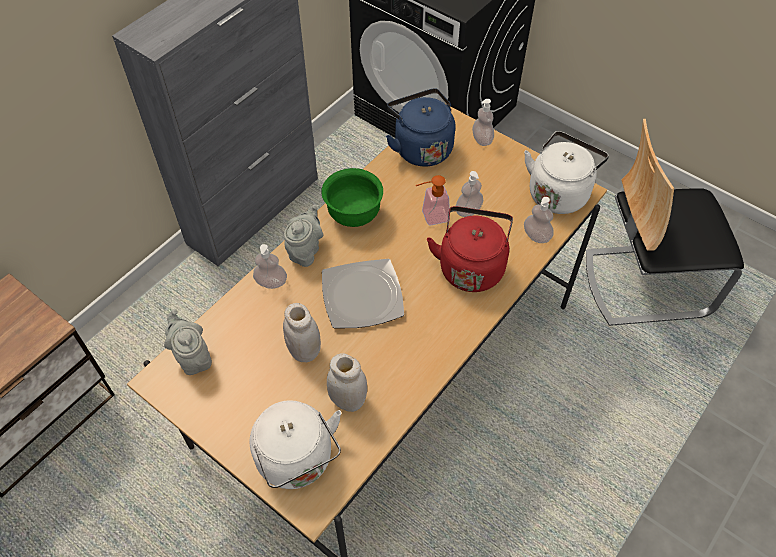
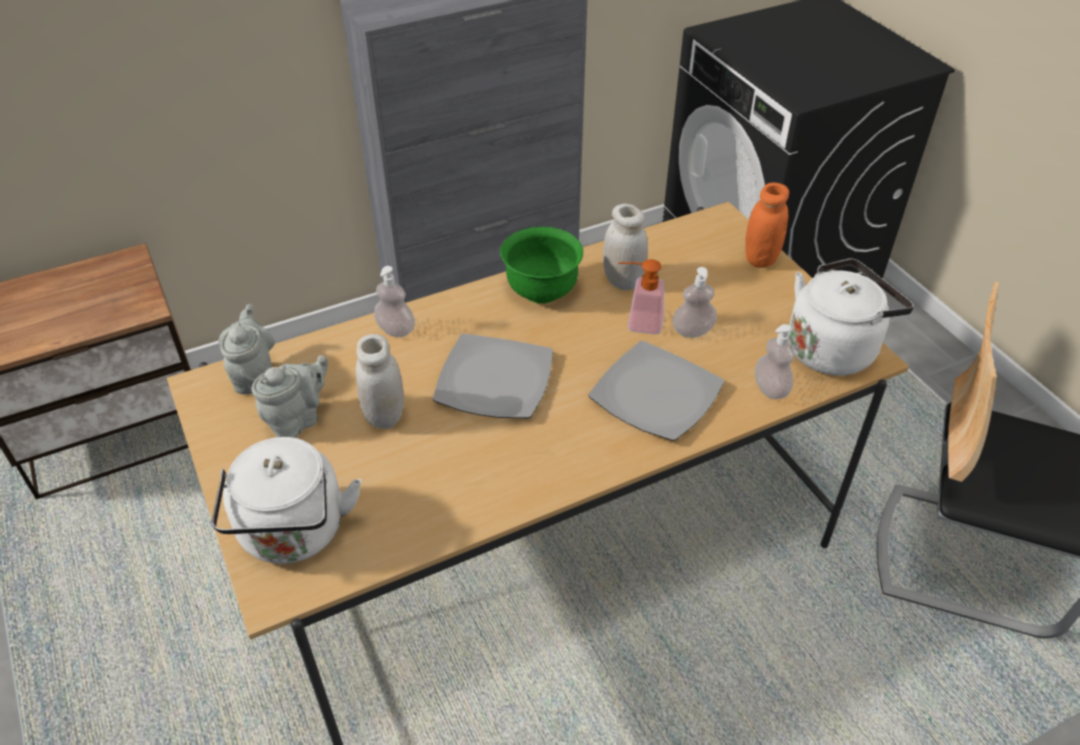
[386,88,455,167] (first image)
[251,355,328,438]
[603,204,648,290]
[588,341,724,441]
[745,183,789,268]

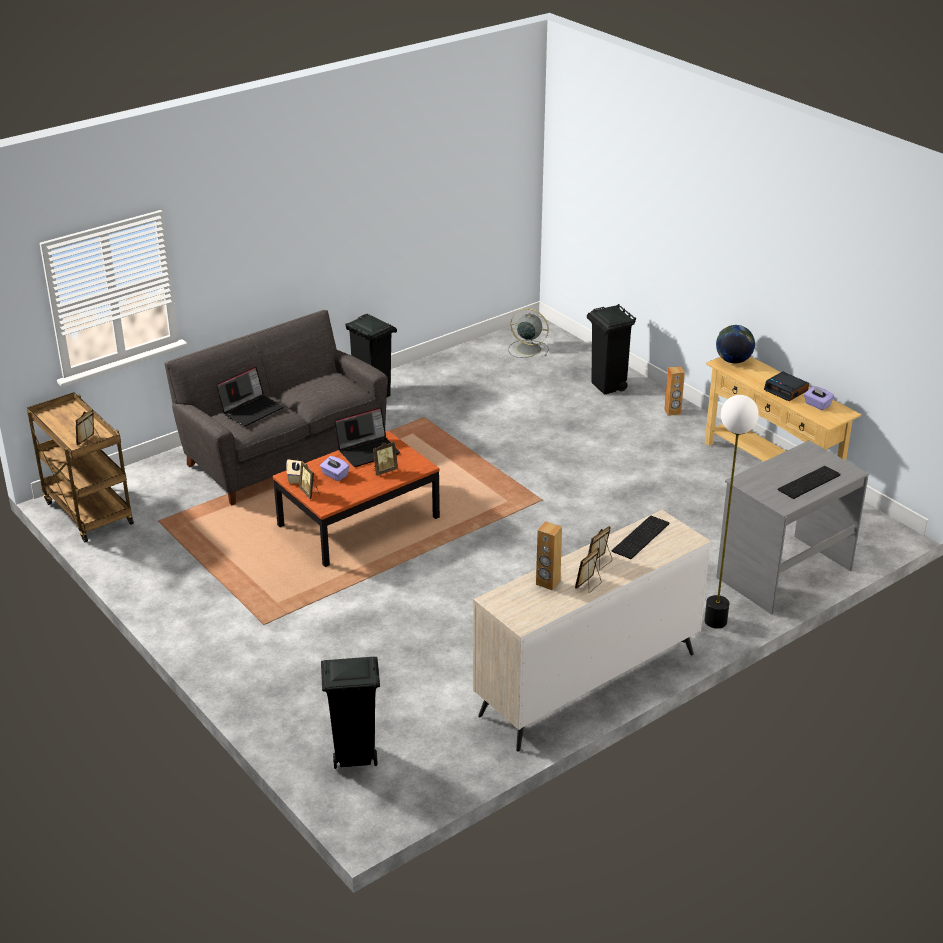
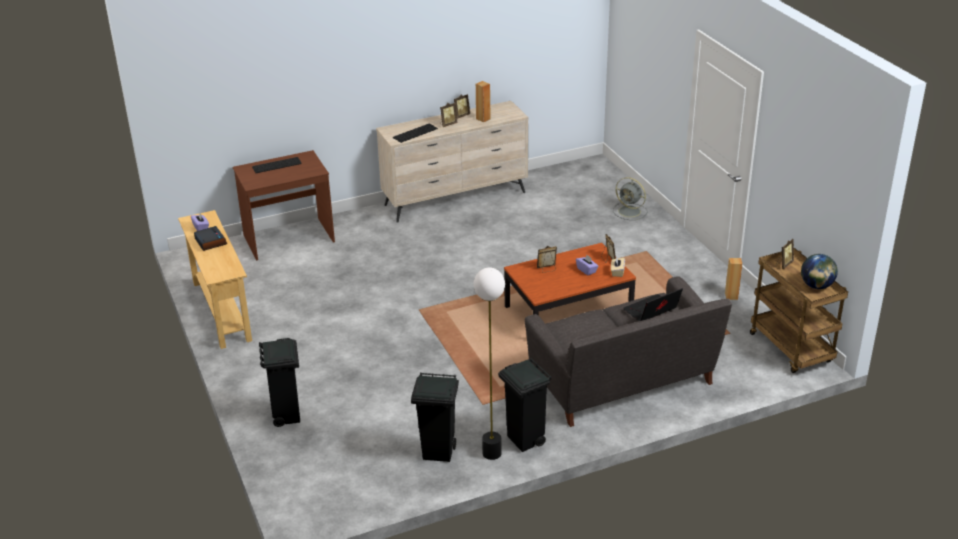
[334,407,400,467] (first image)
[411,372,459,462]
[613,177,647,220]
[725,258,742,300]
[474,268,505,460]
[801,254,838,289]
[233,150,335,260]

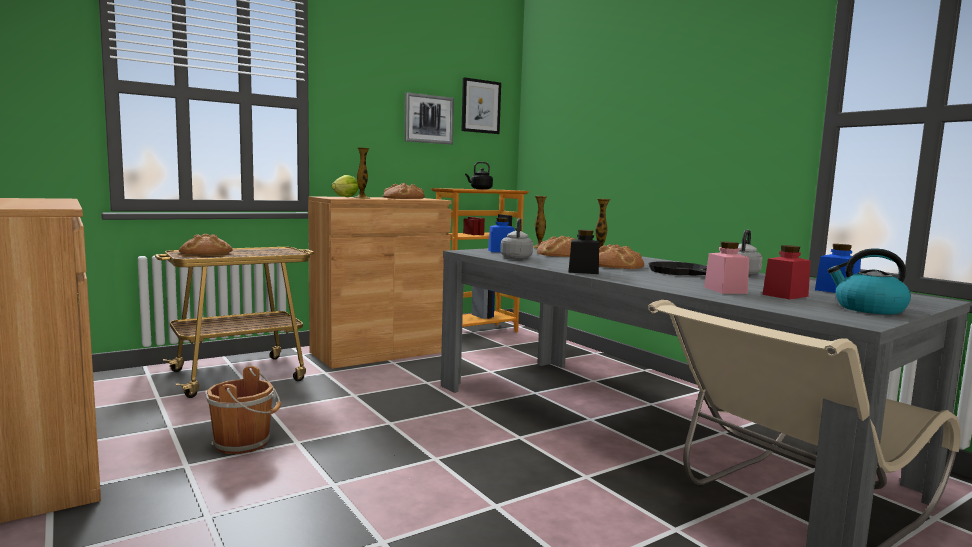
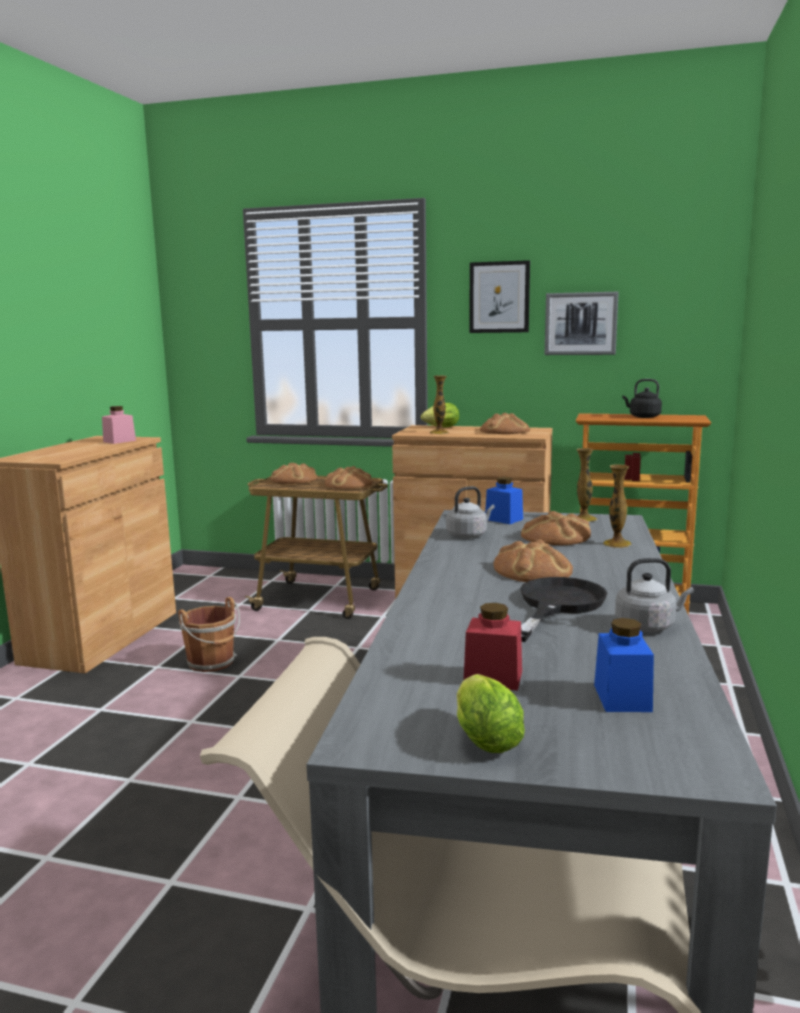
[568,230,599,274] (first image)
[325,466,373,489]
[469,260,530,333]
[102,406,136,444]
[457,674,525,753]

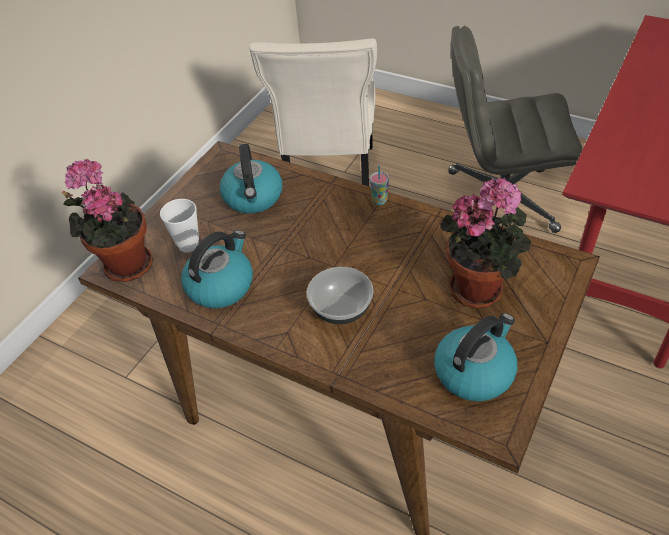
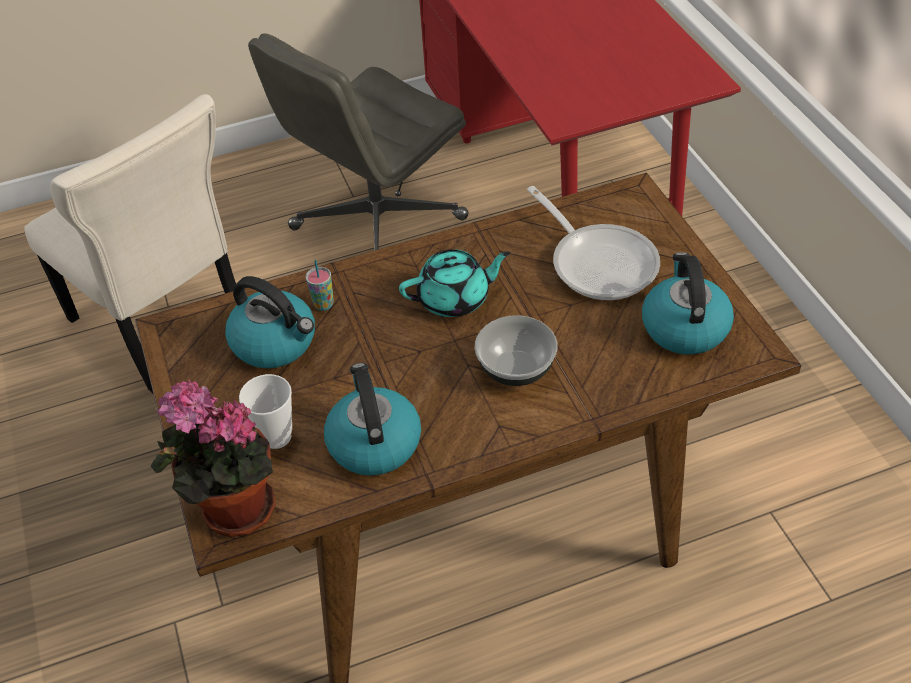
[399,249,510,317]
[306,260,334,311]
[527,186,660,300]

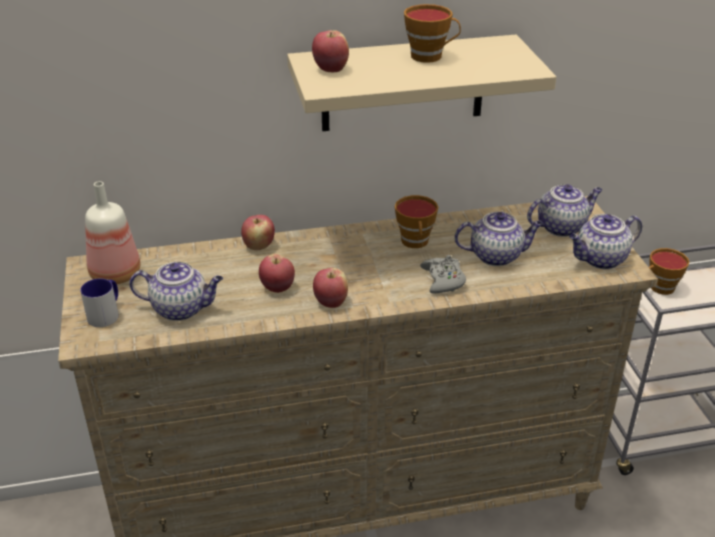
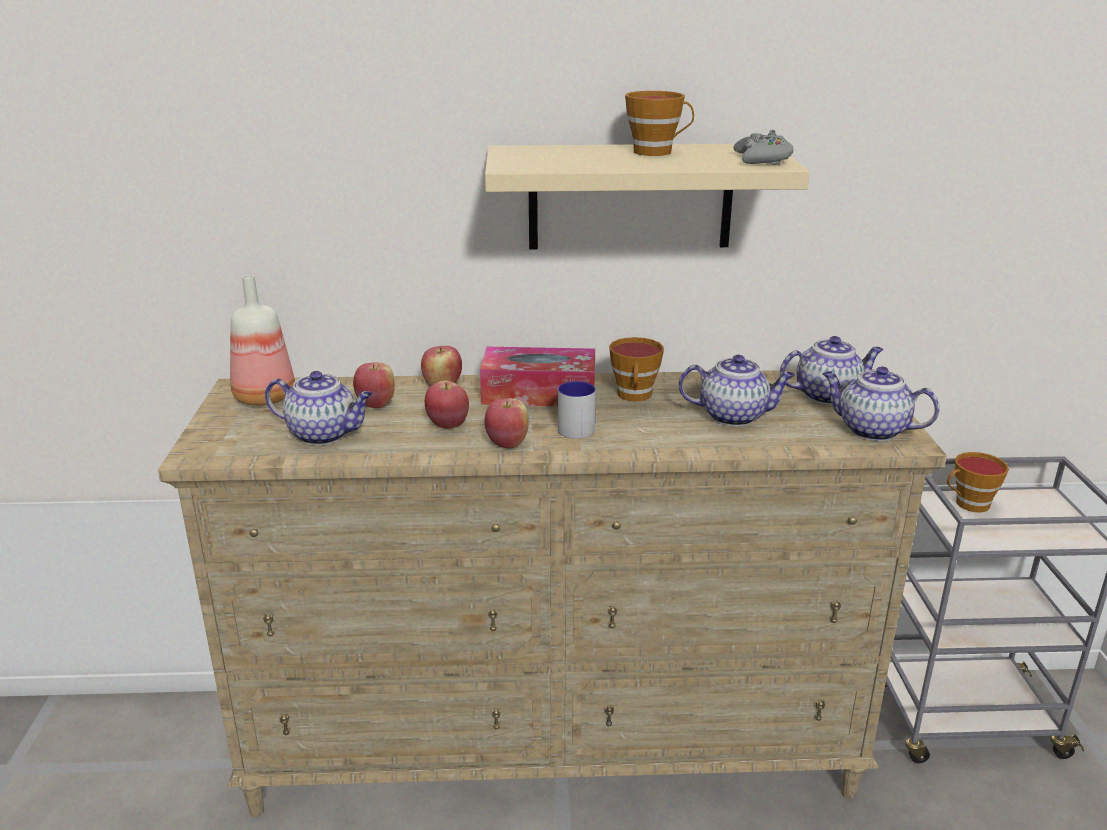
[480,347,595,406]
[558,381,596,439]
[353,362,395,408]
[733,130,794,165]
[823,367,940,441]

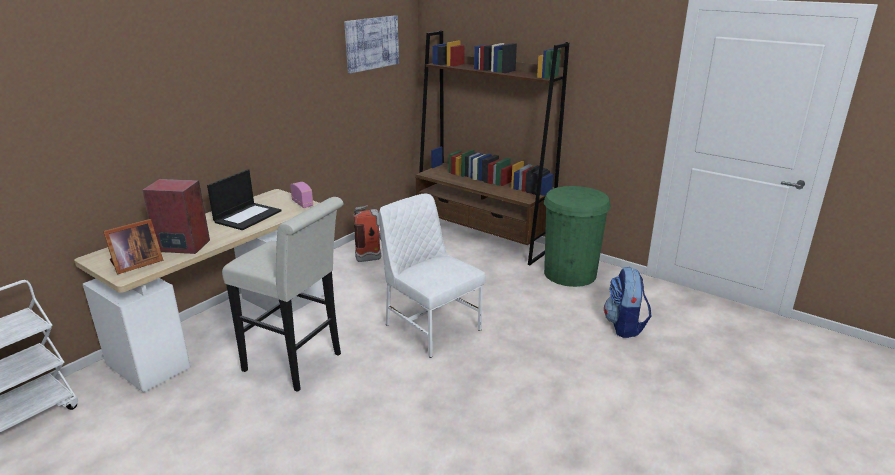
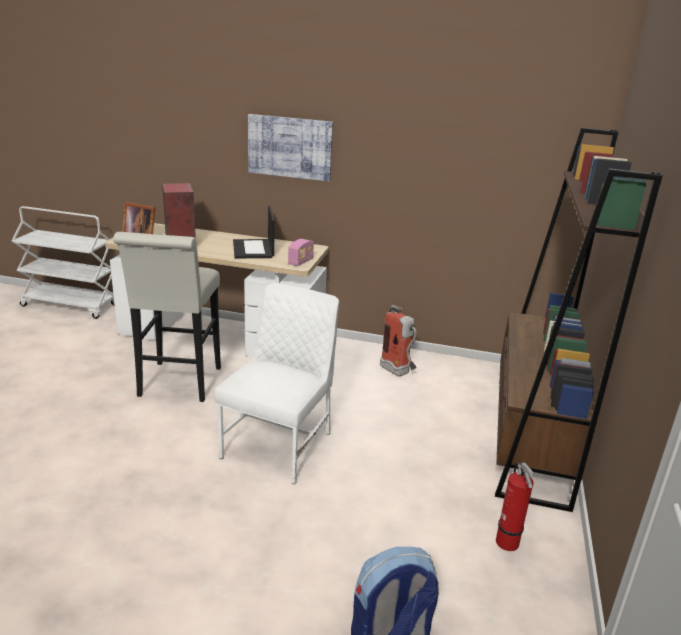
[248,114,333,181]
[496,462,534,551]
[233,206,275,258]

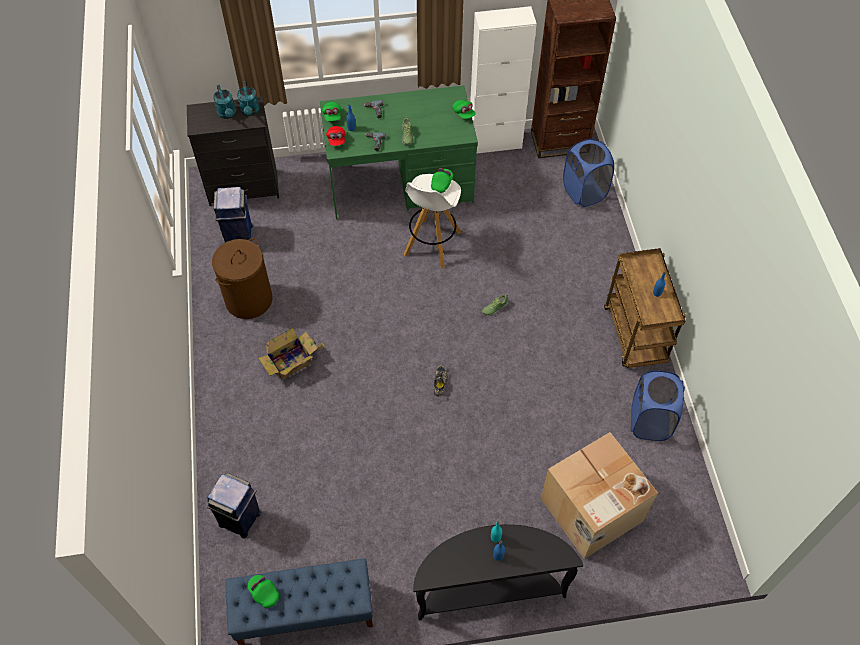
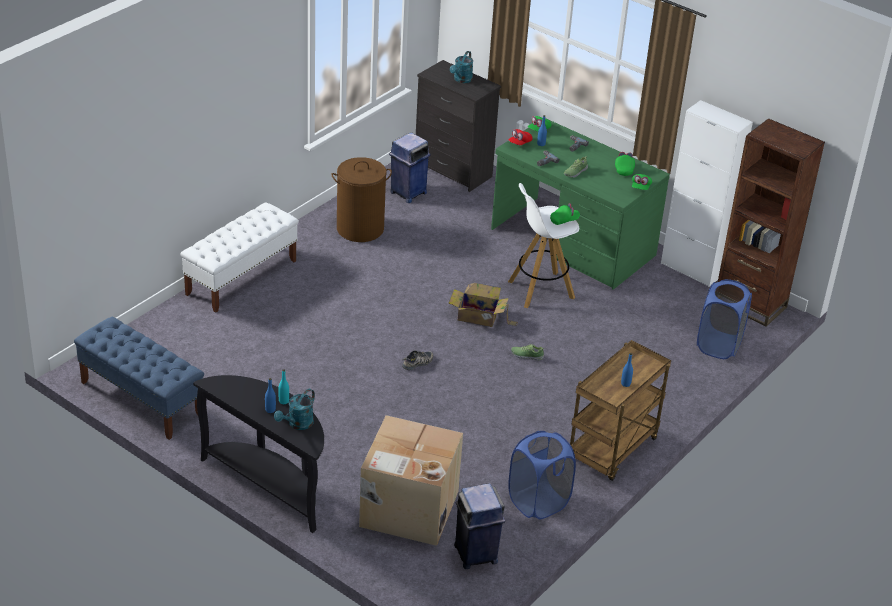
[180,202,299,313]
[454,483,505,569]
[274,389,315,430]
[615,152,635,176]
[448,283,518,327]

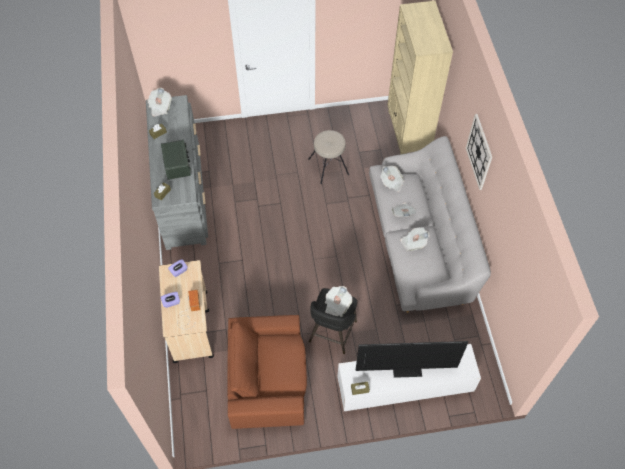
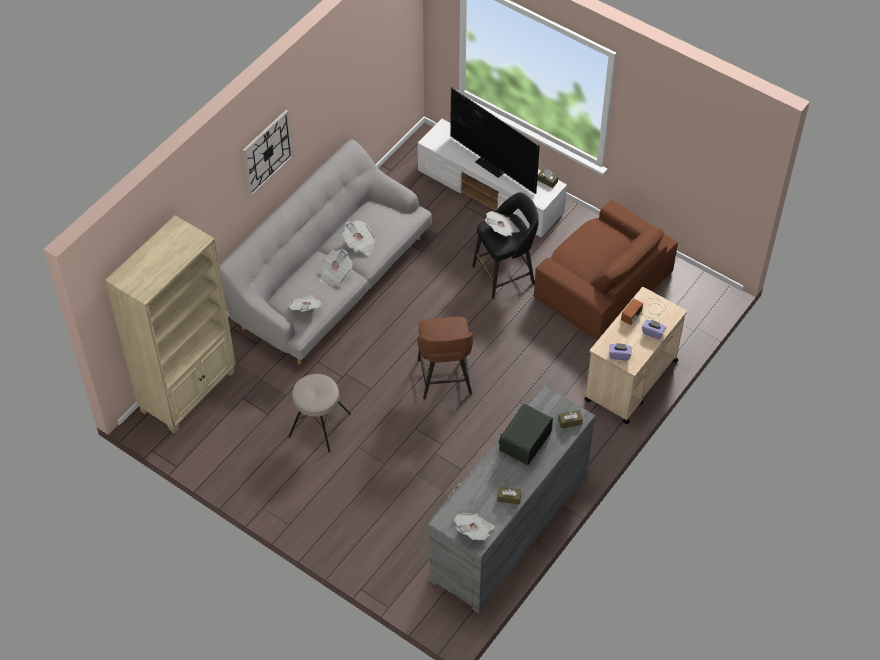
[417,316,473,399]

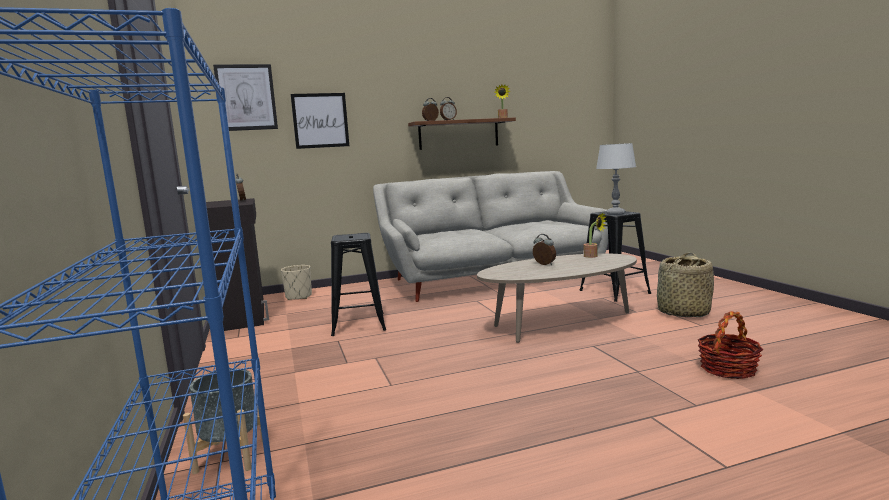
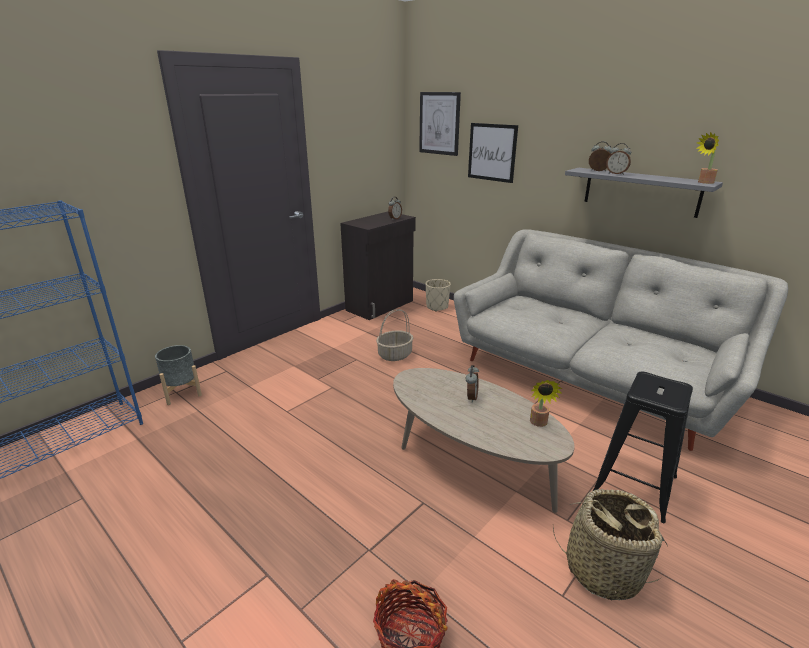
[596,143,636,215] (first image)
[376,309,413,361]
[565,168,723,218]

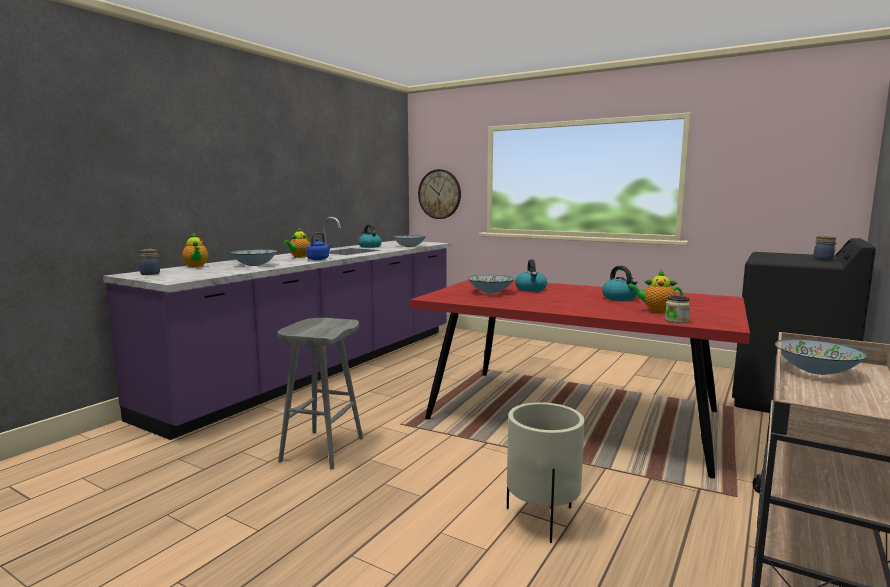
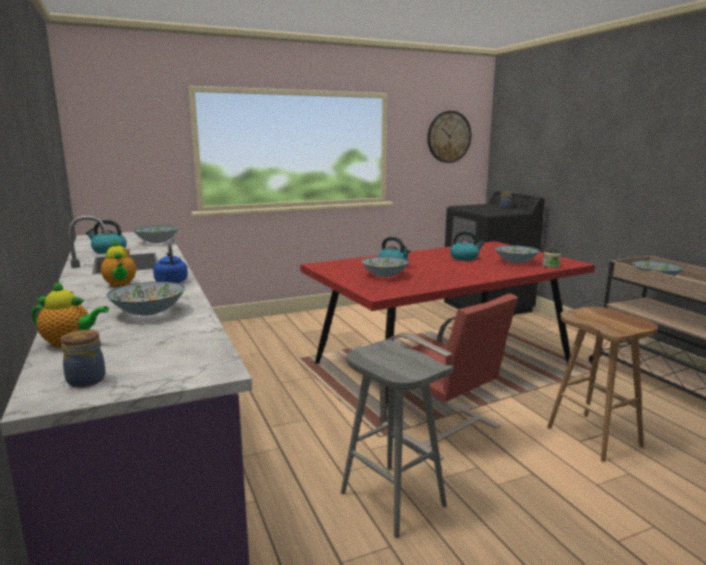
[379,294,518,460]
[427,111,472,163]
[547,306,658,462]
[495,245,539,264]

